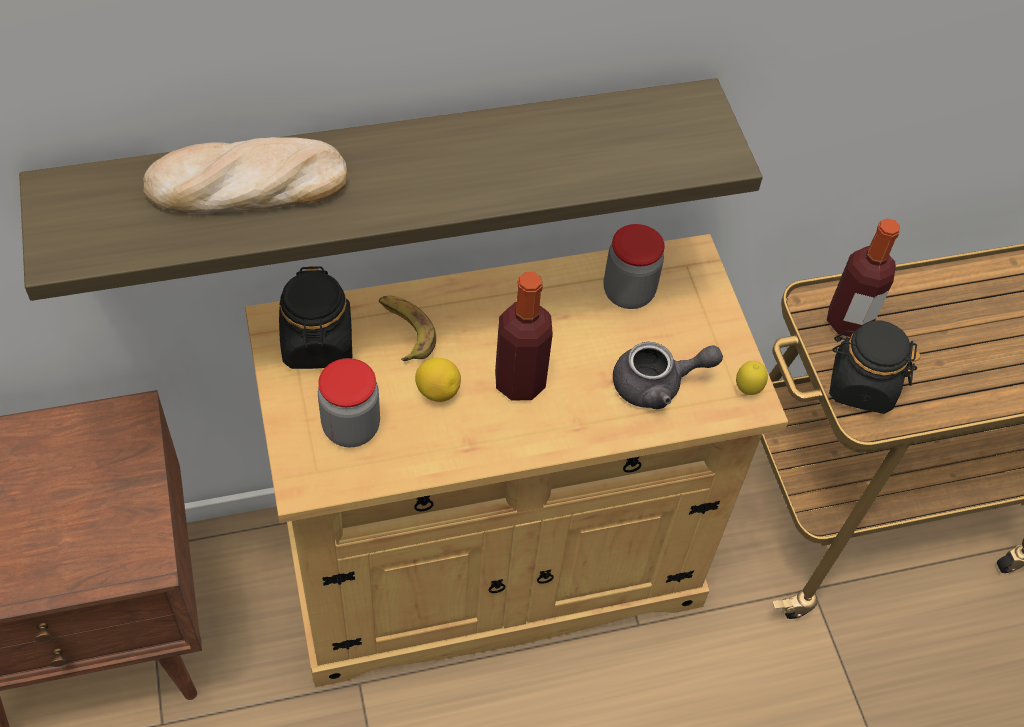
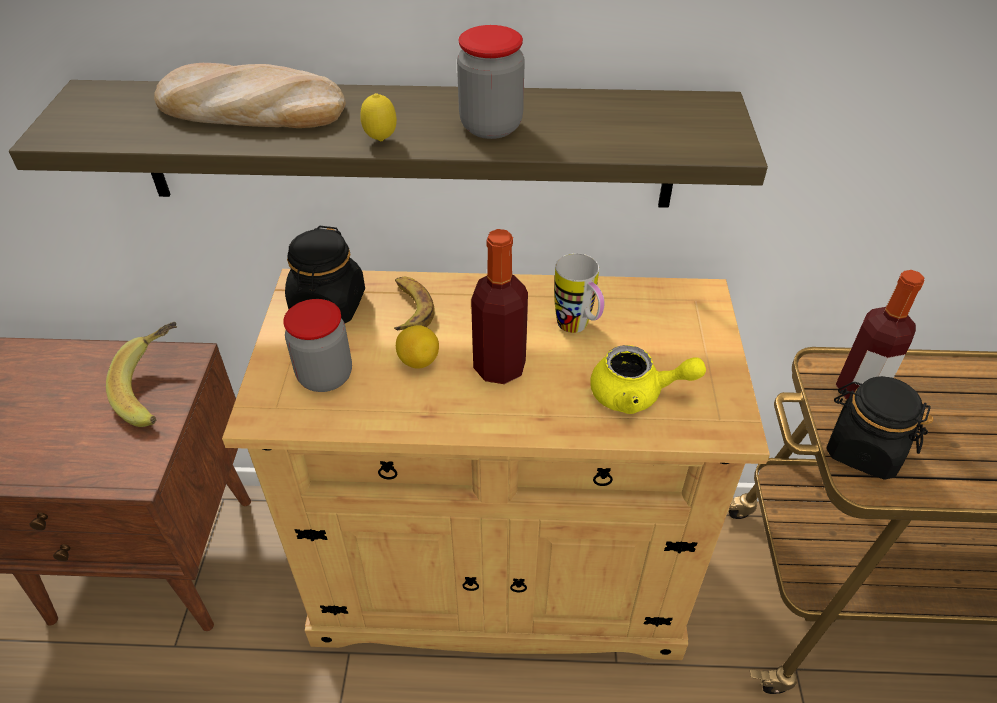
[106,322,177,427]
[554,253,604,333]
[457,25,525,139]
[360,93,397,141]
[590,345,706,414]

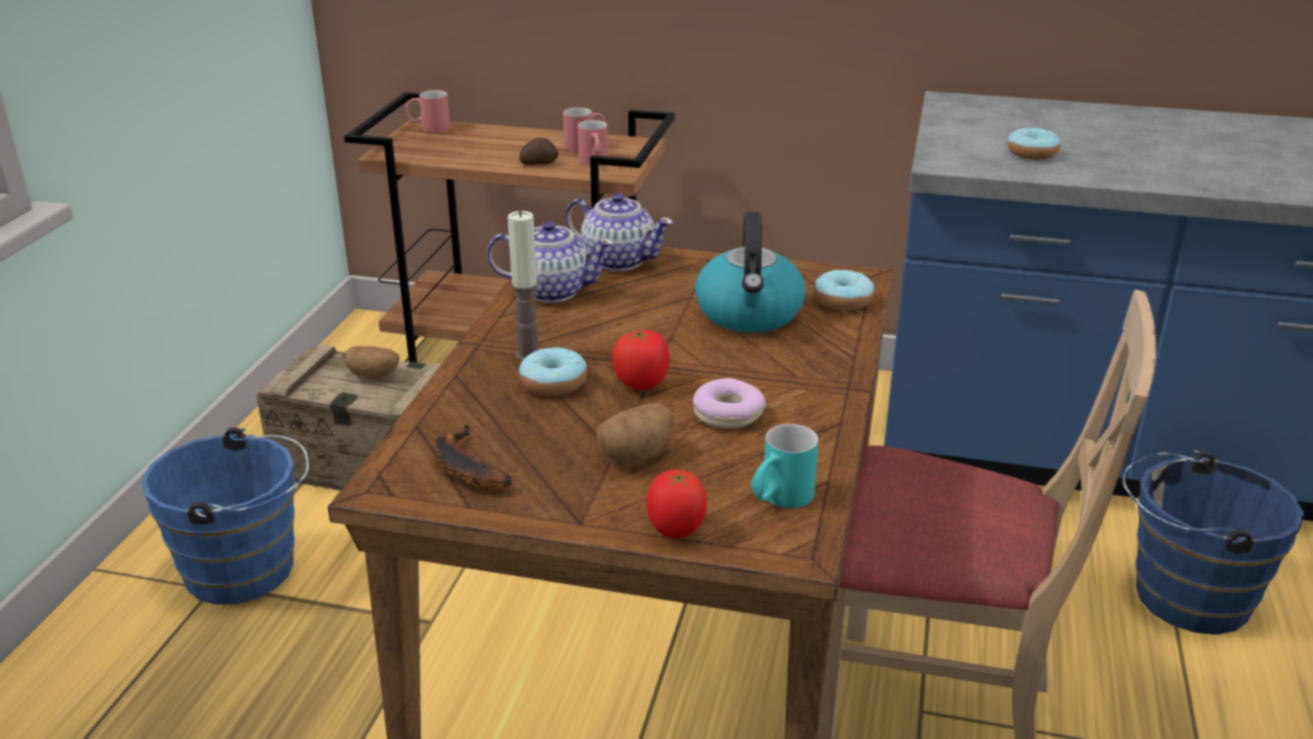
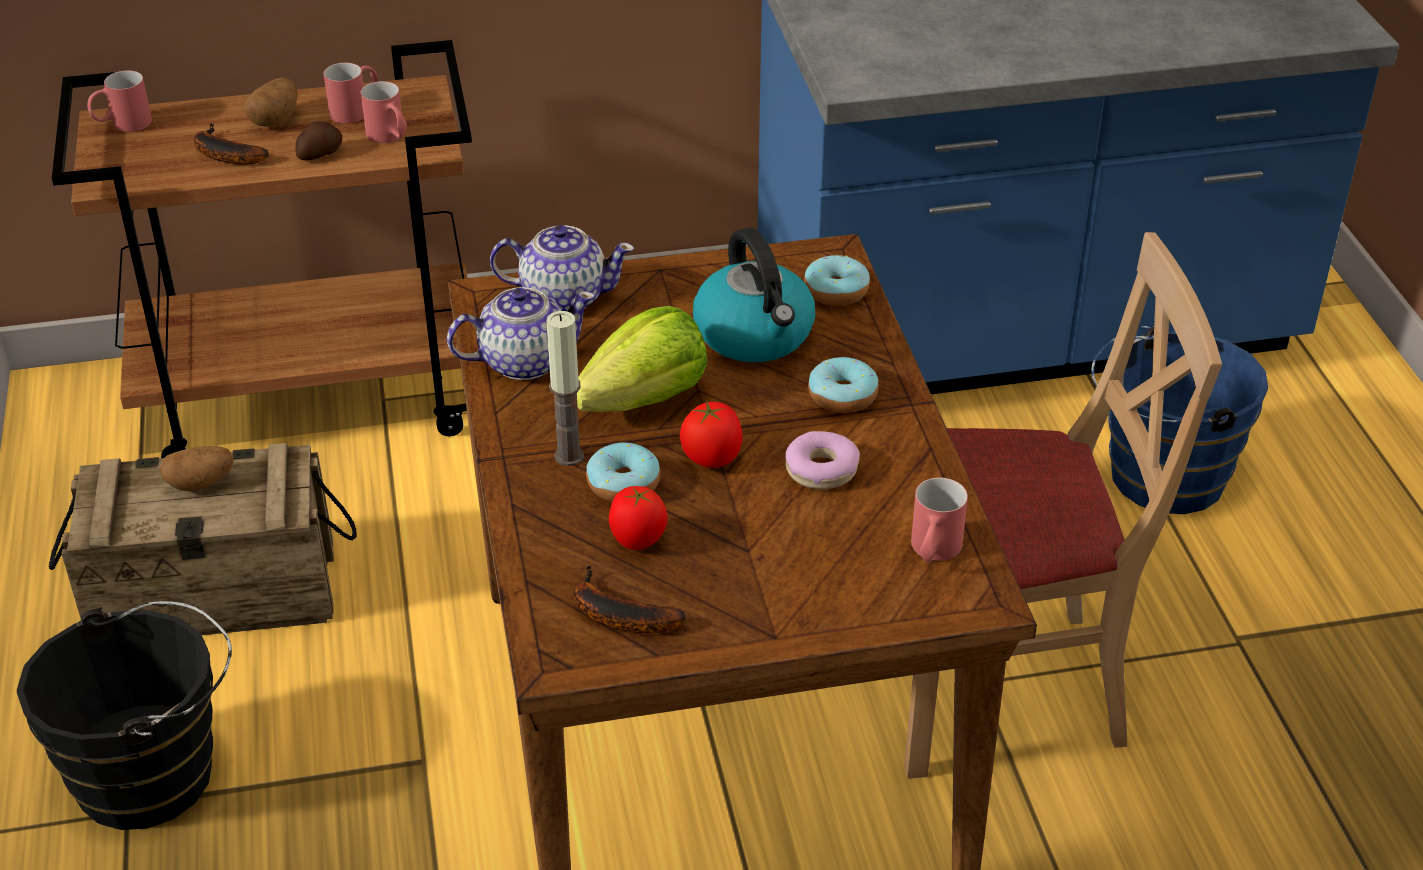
[194,123,269,165]
[577,306,708,412]
[244,77,298,127]
[609,486,668,550]
[808,357,879,413]
[17,601,232,830]
[911,478,968,563]

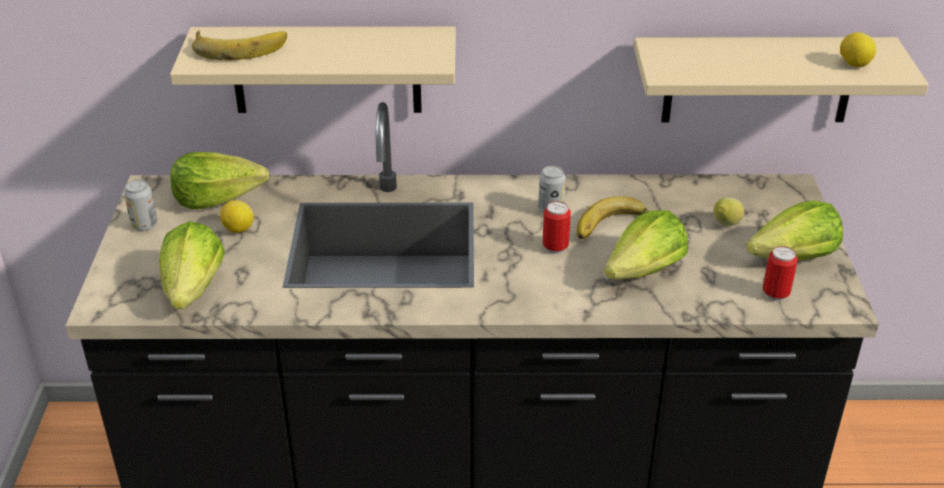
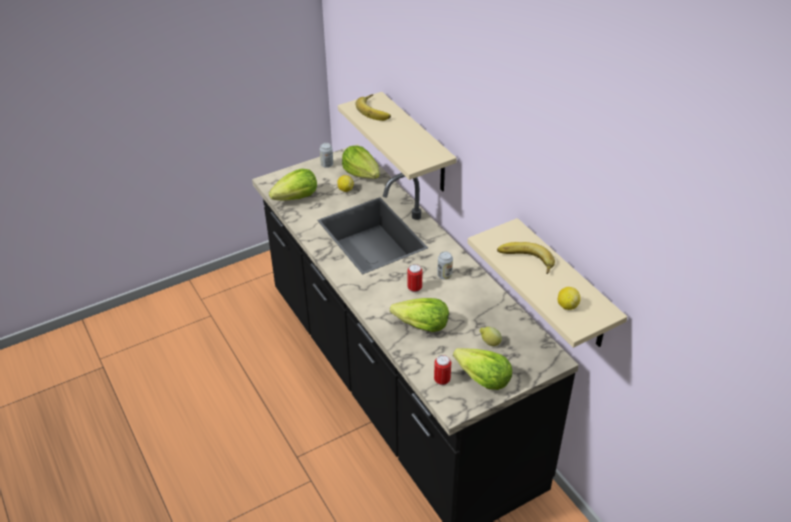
[497,242,555,274]

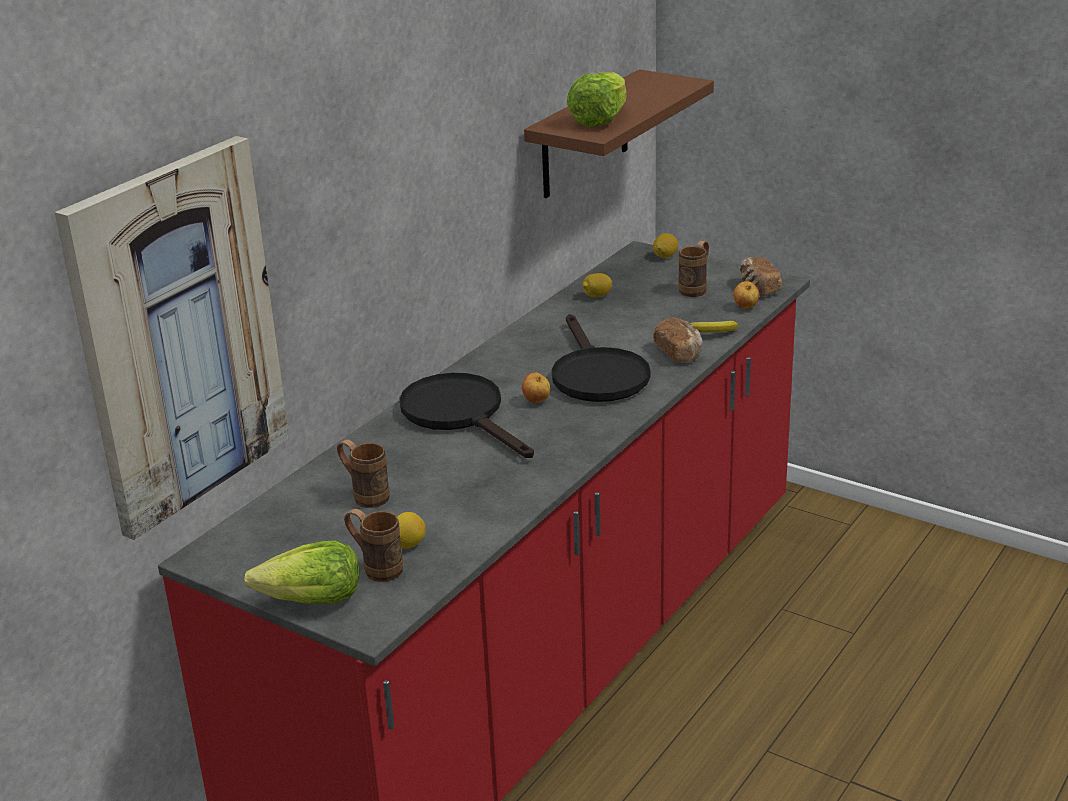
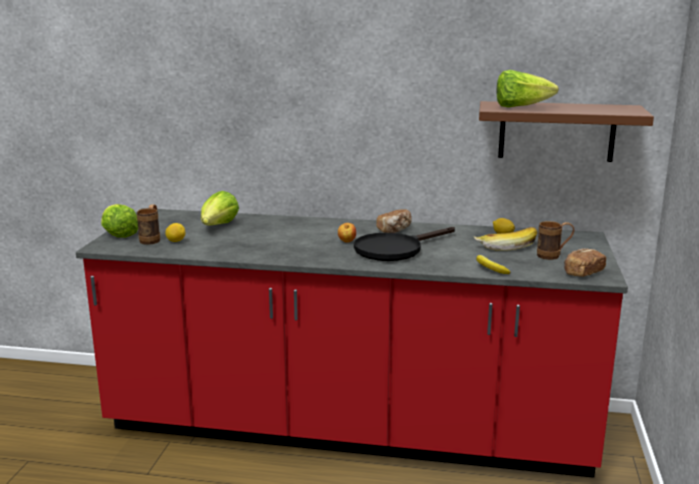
[55,136,290,540] (first image)
[399,373,534,458] (first image)
[653,233,678,258] (first image)
[733,281,759,309] (first image)
[474,227,537,251]
[376,209,412,233]
[201,191,239,225]

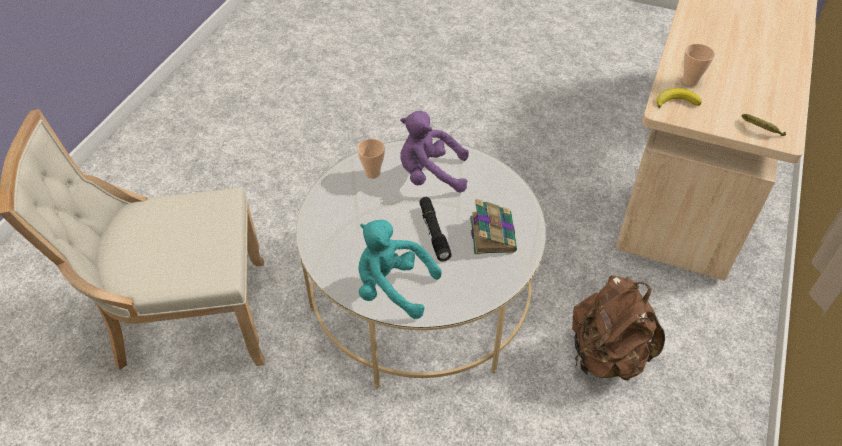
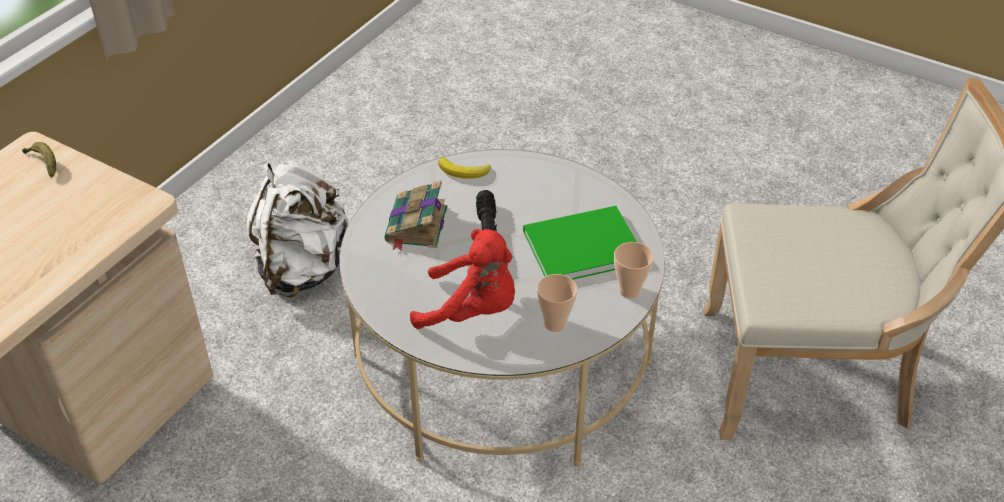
[358,220,441,319] (first image)
[523,206,637,279]
[438,157,491,179]
[614,242,654,299]
[410,229,515,329]
[246,161,348,298]

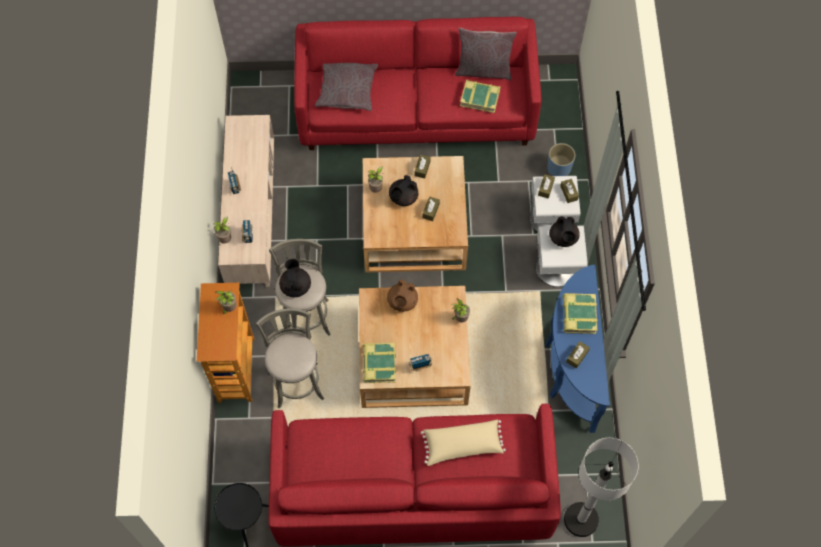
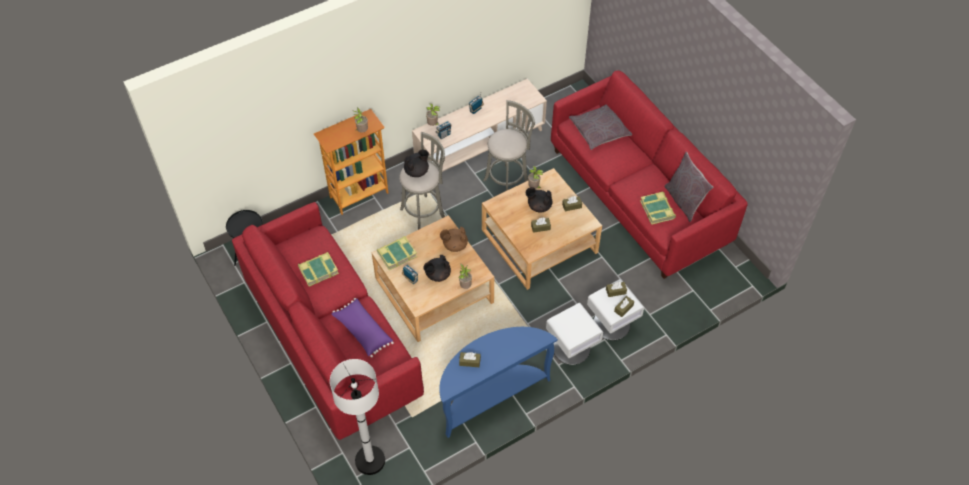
[547,143,575,176] (first image)
[483,100,535,191]
[423,255,451,282]
[298,252,339,287]
[331,298,394,358]

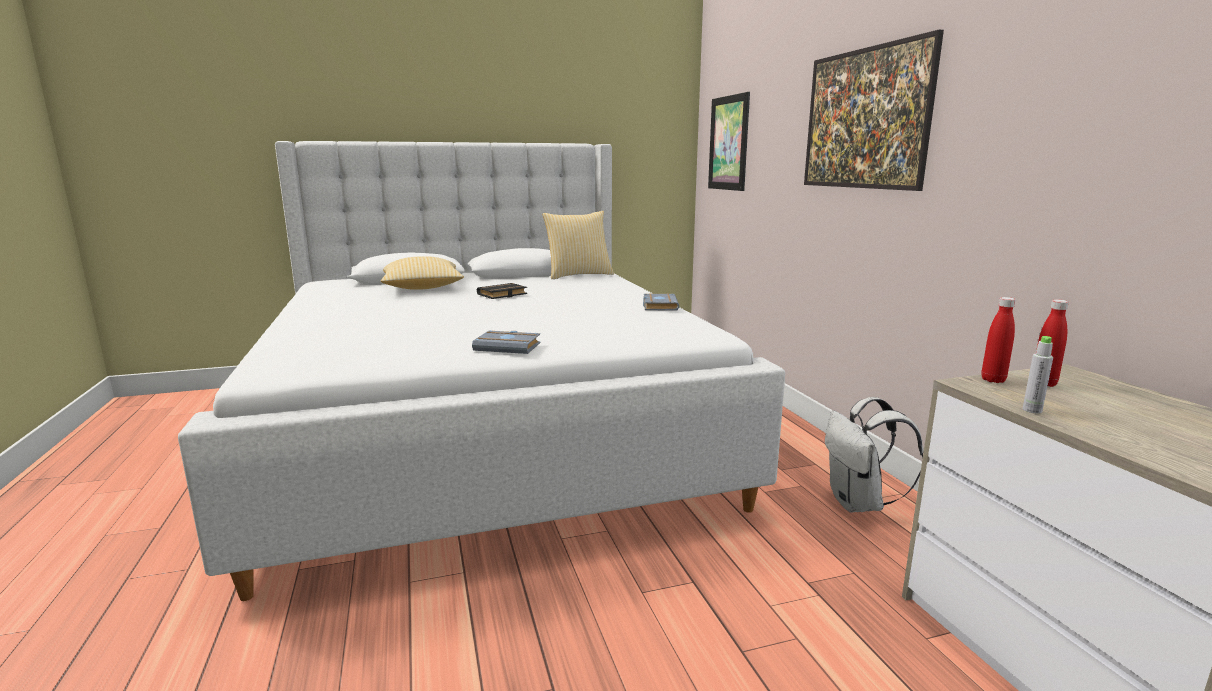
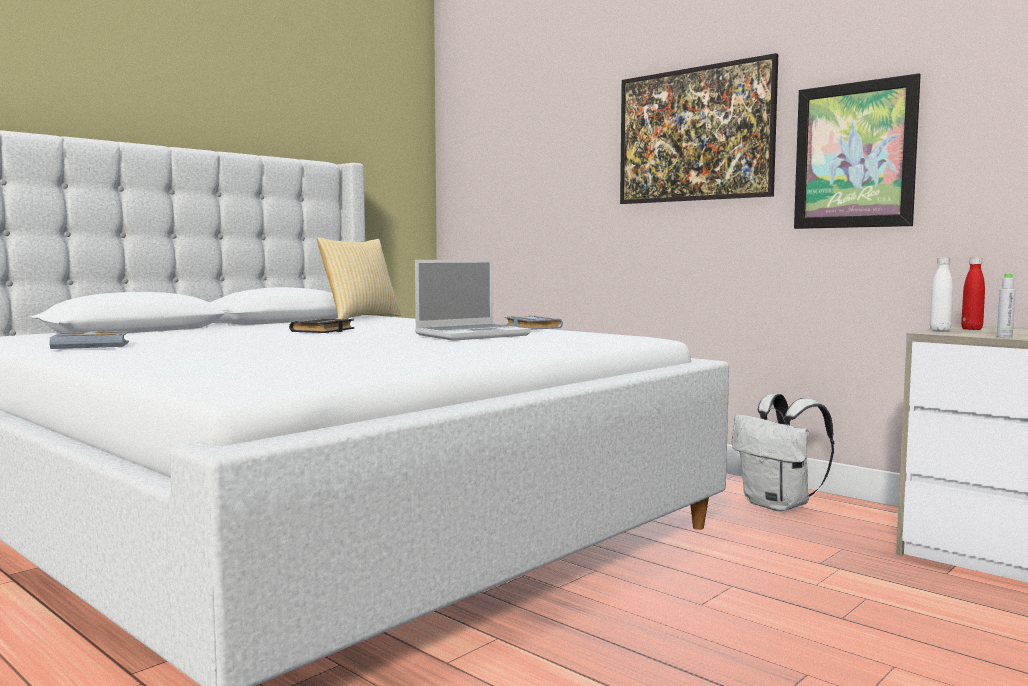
[381,256,464,290] (first image)
[415,260,531,341]
[49,331,129,349]
[794,73,921,229]
[930,257,953,331]

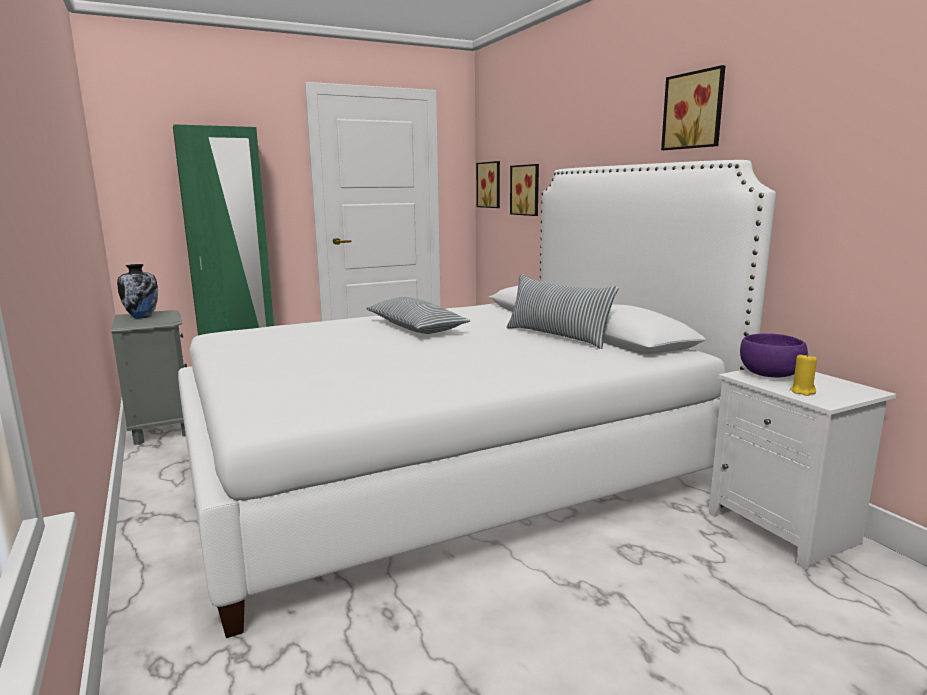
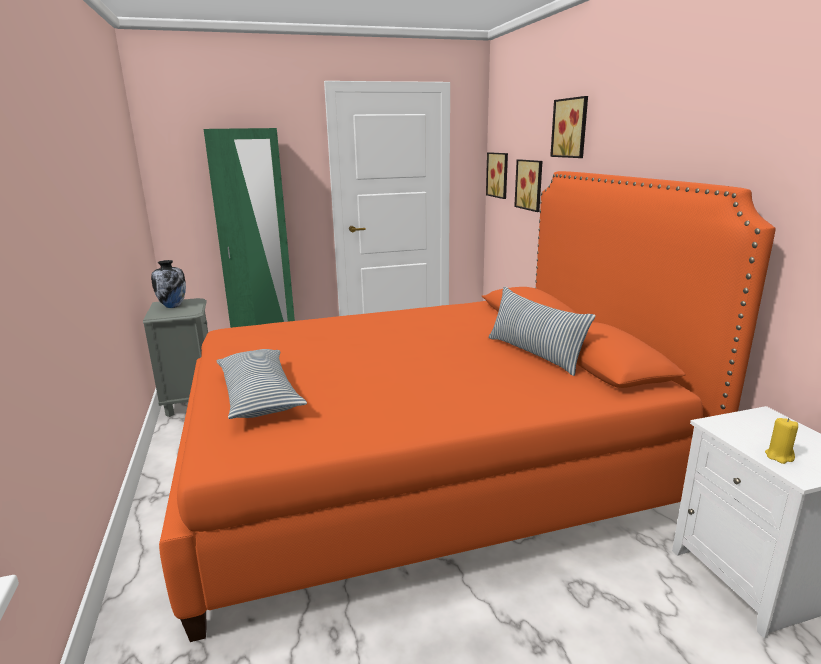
[740,333,808,377] (first image)
[217,349,307,419]
[550,96,588,158]
[159,171,775,642]

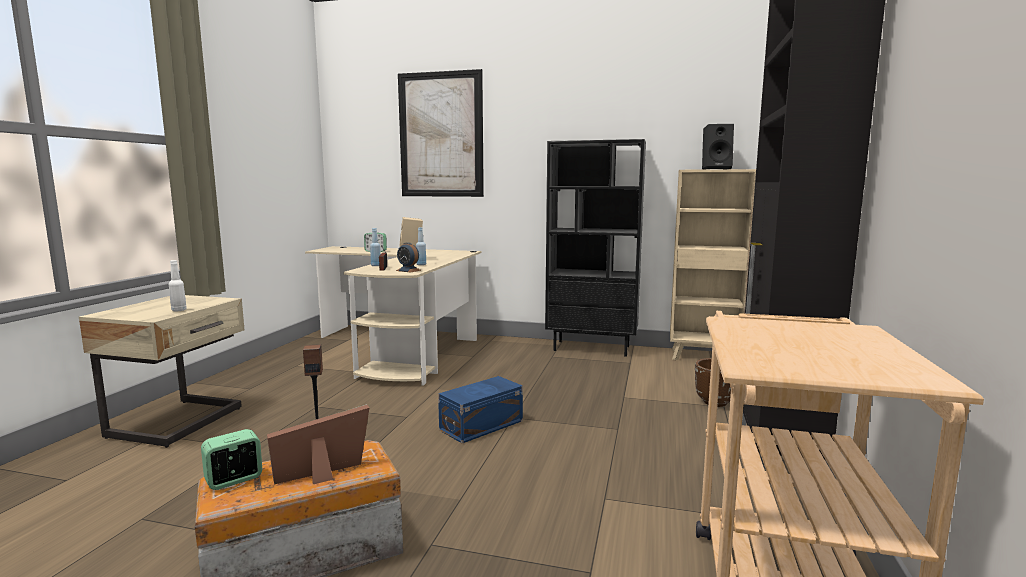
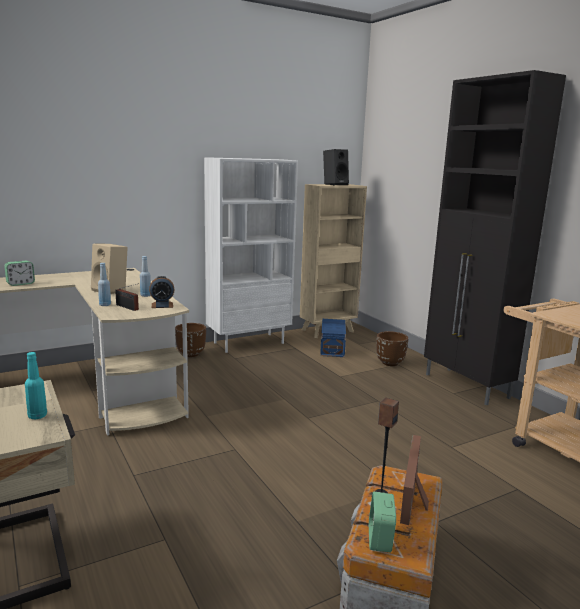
[398,69,484,197] (first image)
[175,323,206,357]
[320,319,346,357]
[25,352,47,419]
[204,157,298,353]

